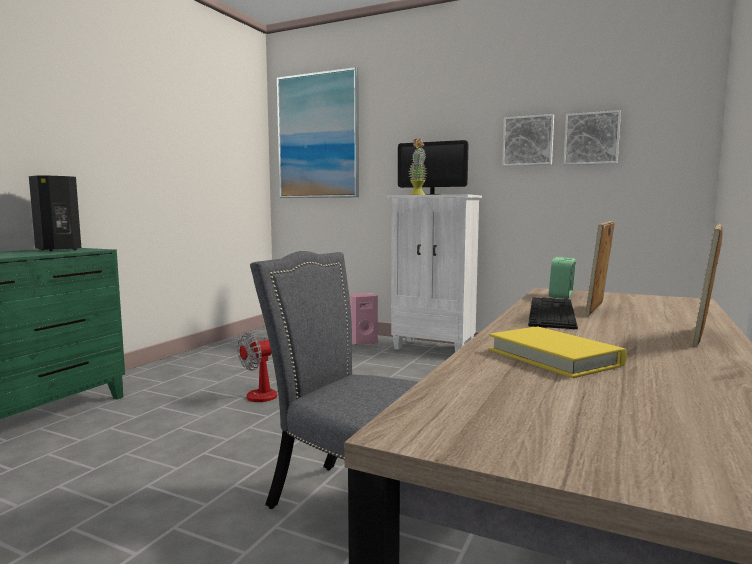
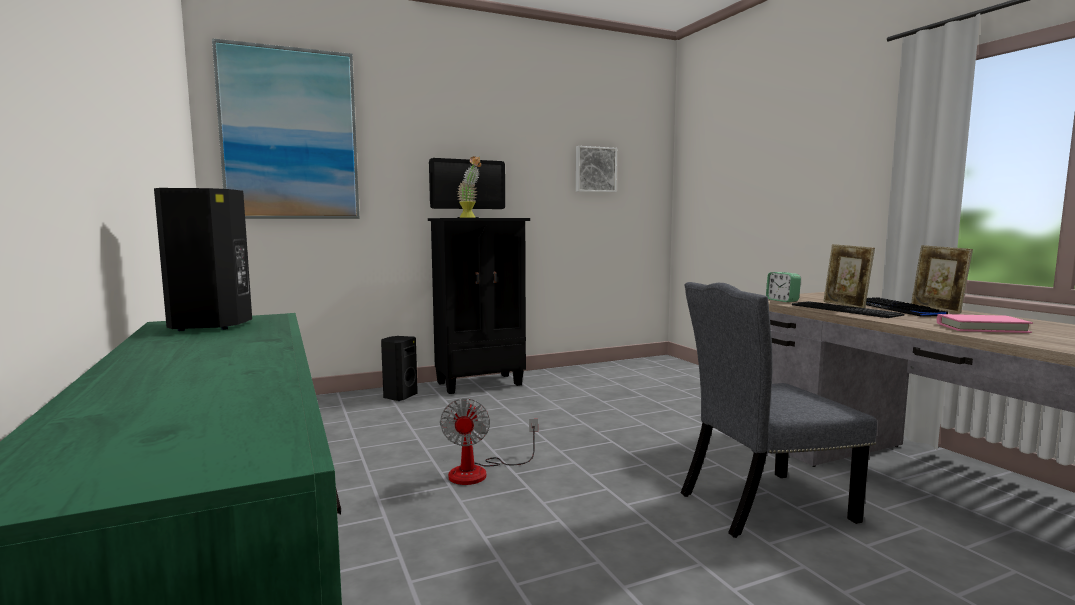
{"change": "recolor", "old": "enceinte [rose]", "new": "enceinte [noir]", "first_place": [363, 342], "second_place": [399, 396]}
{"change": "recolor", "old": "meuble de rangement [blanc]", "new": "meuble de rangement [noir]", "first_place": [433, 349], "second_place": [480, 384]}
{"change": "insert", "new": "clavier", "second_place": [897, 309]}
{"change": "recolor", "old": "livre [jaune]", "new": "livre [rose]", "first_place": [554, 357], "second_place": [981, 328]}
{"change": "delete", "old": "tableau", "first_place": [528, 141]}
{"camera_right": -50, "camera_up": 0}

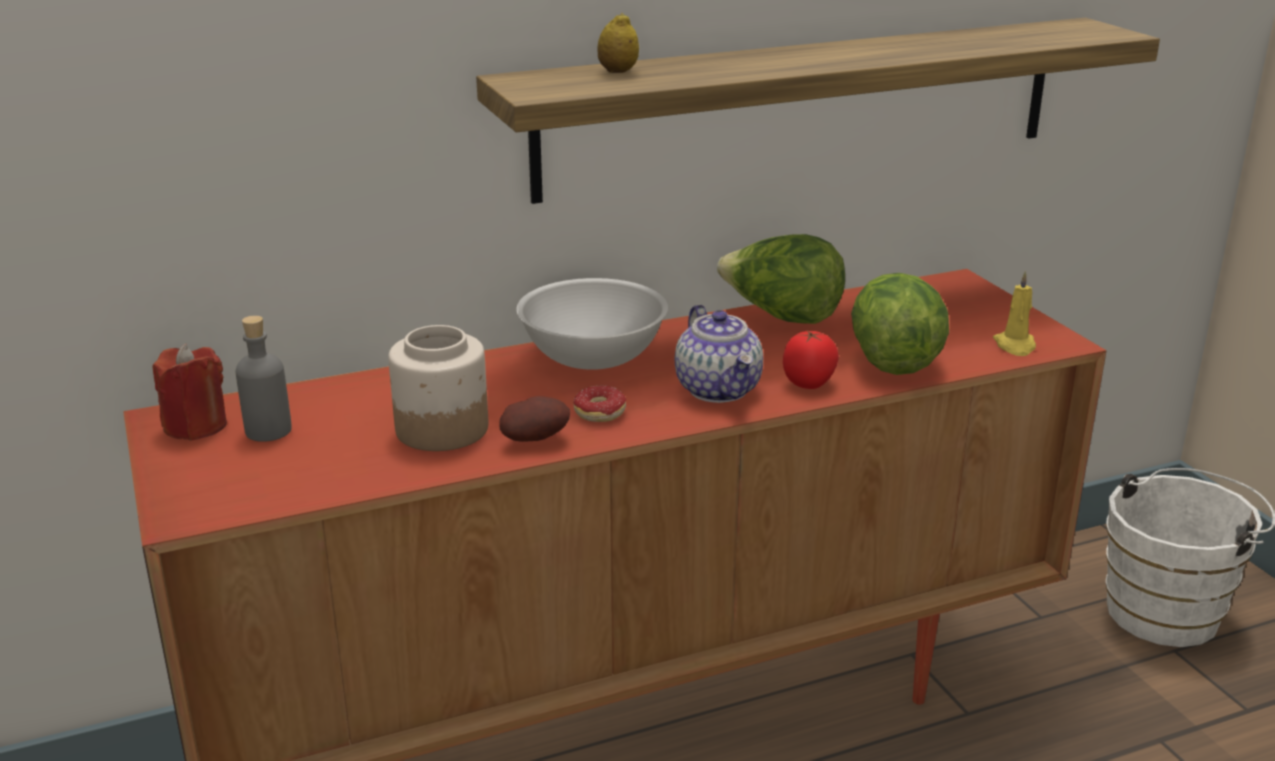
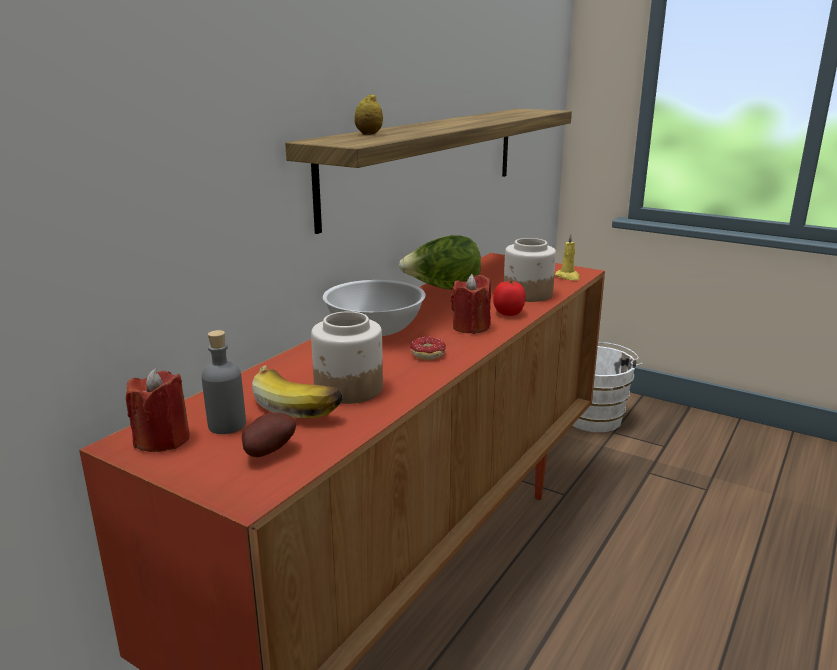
{"change": "move", "old": "pomme de terre", "first_place": [535, 439], "second_place": [267, 452]}
{"change": "insert", "new": "banane", "second_place": [299, 404]}
{"change": "replace", "old": "théière", "new": "bougie [rouge]", "first_place": [719, 390], "second_place": [471, 327]}
{"change": "replace", "old": "laitue", "new": "bocal", "first_place": [893, 359], "second_place": [527, 294]}
{"camera_right": -35, "camera_up": -5}

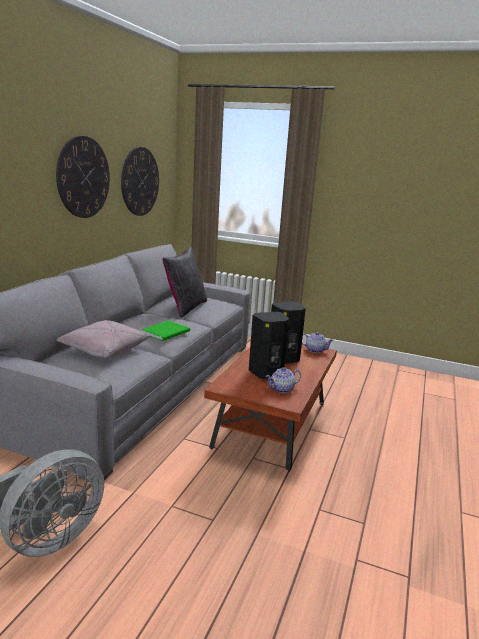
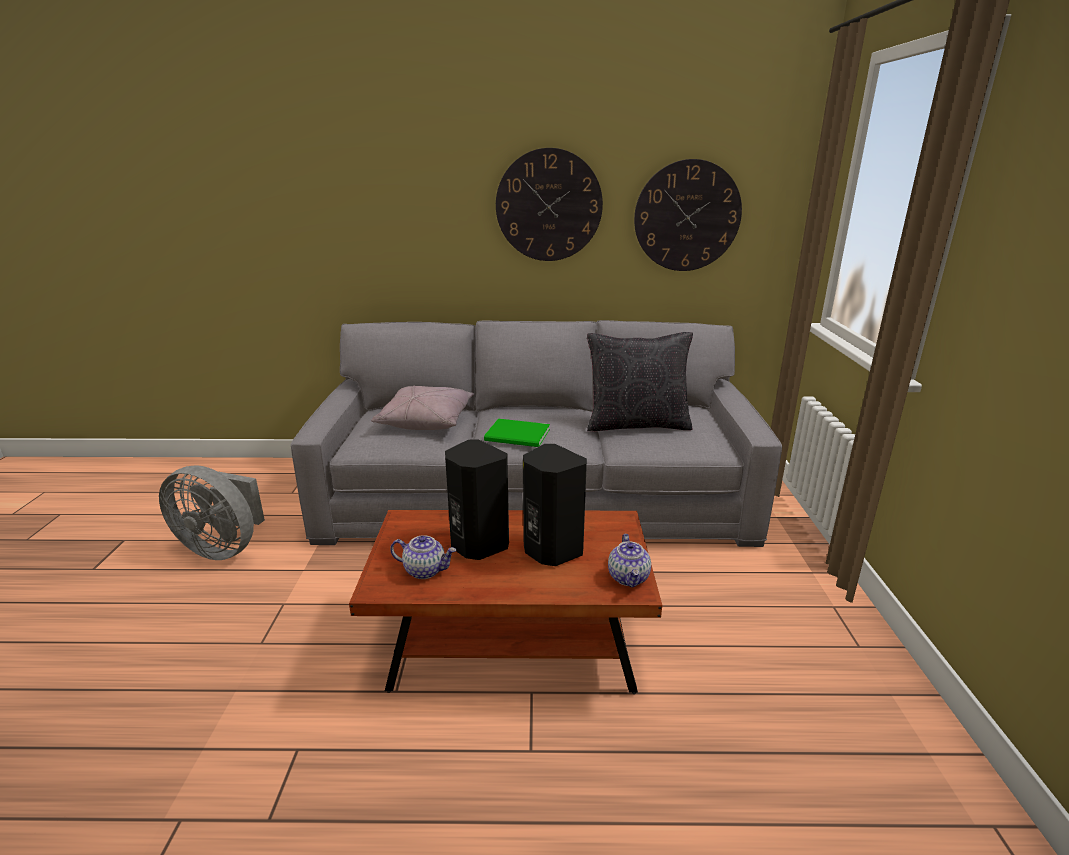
{"change": "rotate", "old": "théière", "first_place": [282, 389], "second_place": [425, 570], "degrees": 150}
{"camera_right": 70, "camera_up": 5}

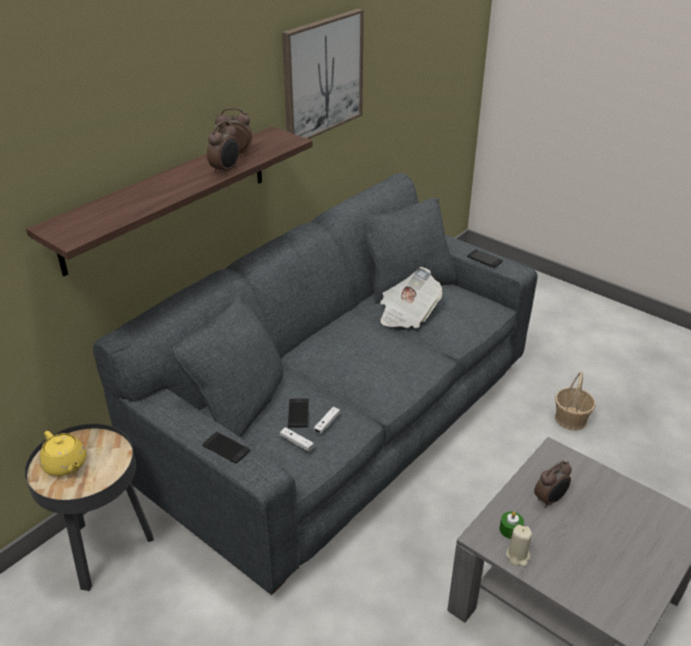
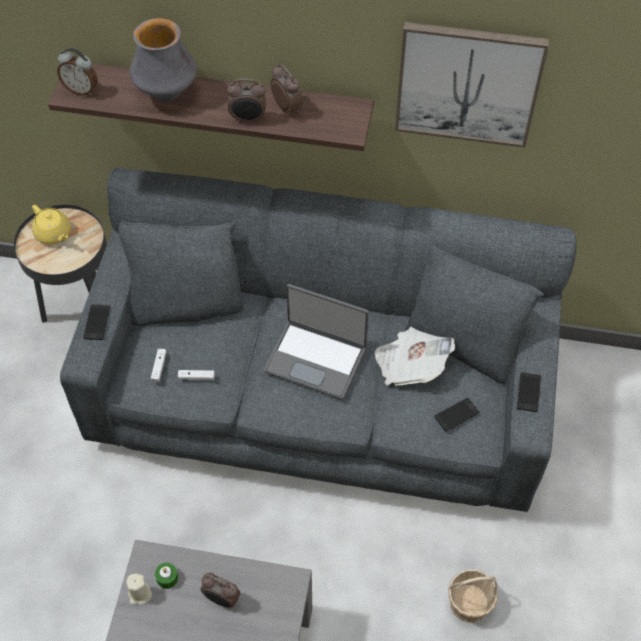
{"change": "rotate", "old": "théière [jaune]", "first_place": [66, 465], "second_place": [54, 234], "degrees": -60}
{"change": "insert", "new": "réveil", "second_place": [81, 89]}
{"change": "insert", "new": "vase", "second_place": [166, 94]}
{"change": "insert", "new": "ordinateur portable", "second_place": [316, 359]}
{"change": "move", "old": "téléphone", "first_place": [298, 413], "second_place": [456, 415]}
{"camera_right": 60, "camera_up": 20}

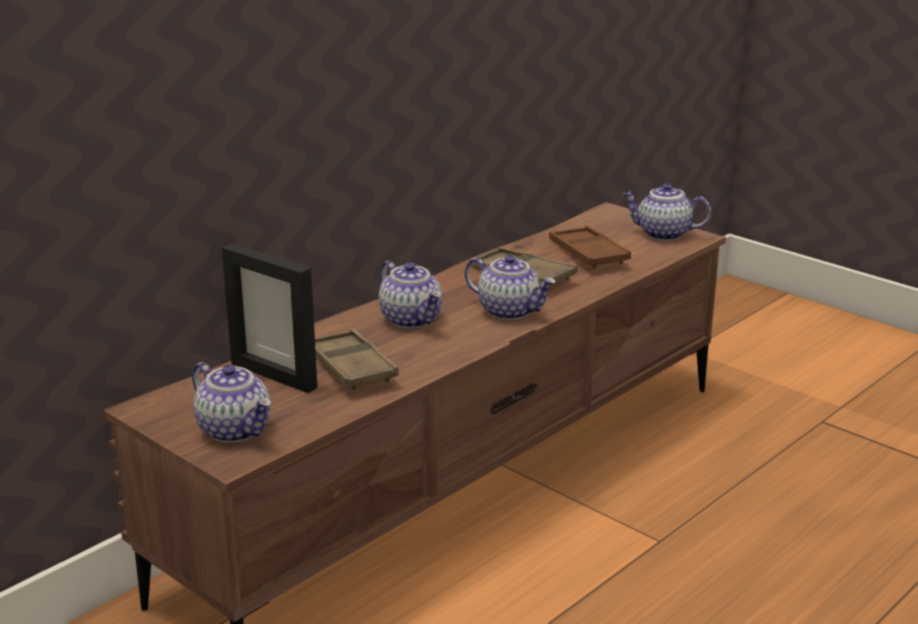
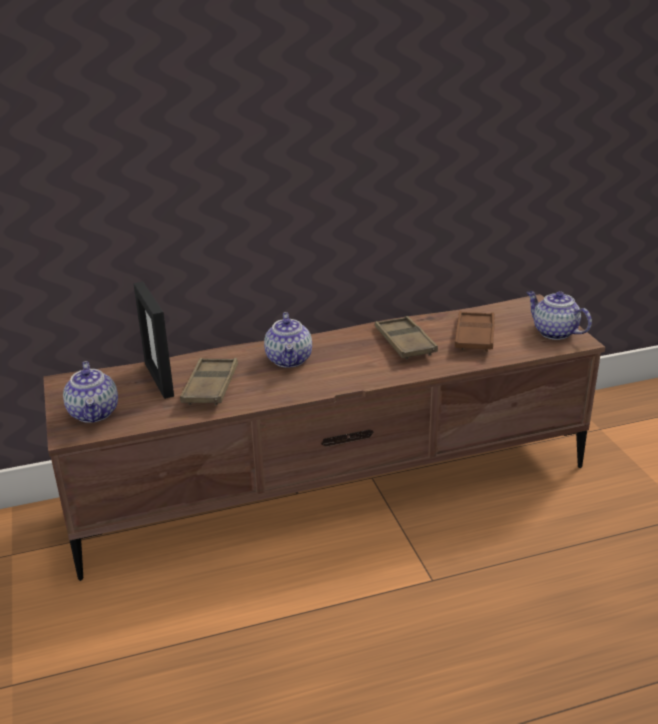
{"change": "delete", "old": "théière", "first_place": [509, 311]}
{"camera_right": 30, "camera_up": 5}

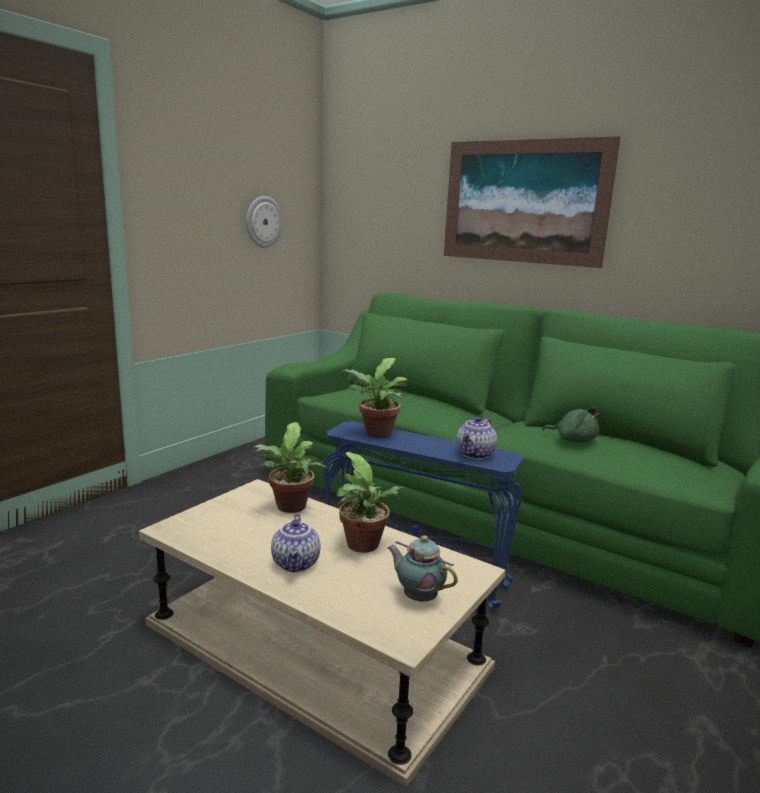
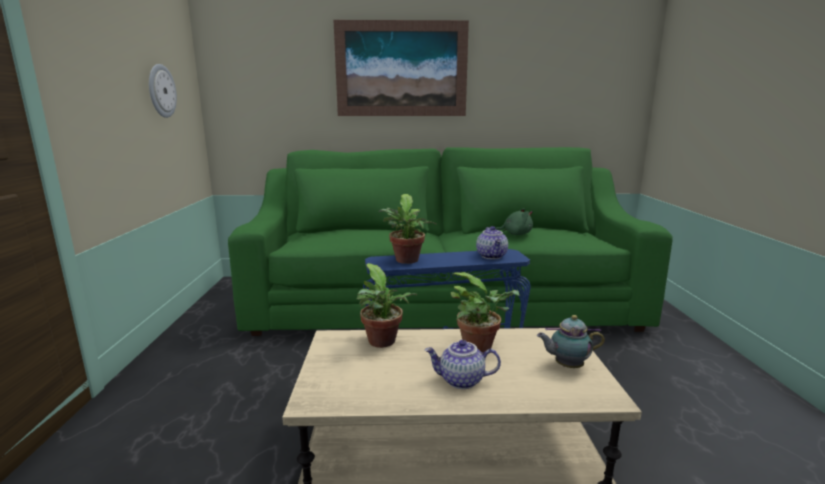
{"change": "rotate", "old": "théière", "first_place": [297, 564], "second_place": [461, 381], "degrees": 135}
{"camera_right": -35, "camera_up": 0}

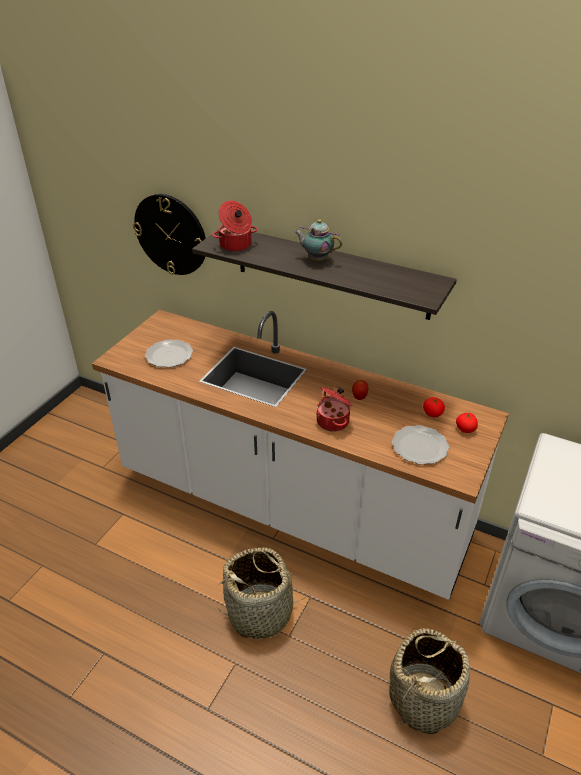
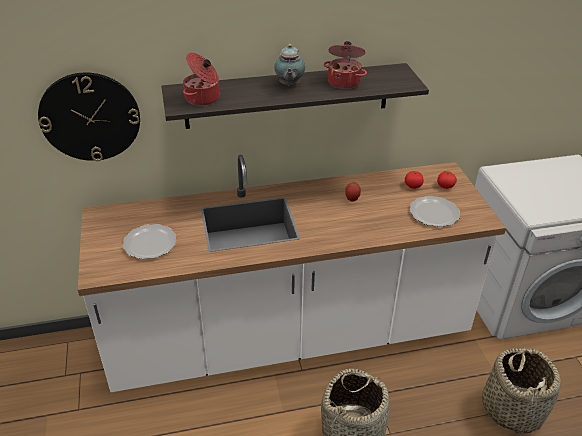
{"change": "rotate", "old": "théière", "first_place": [316, 259], "second_place": [289, 85], "degrees": -75}
{"change": "move", "old": "marmite", "first_place": [333, 421], "second_place": [344, 82]}
{"camera_right": -40, "camera_up": 0}

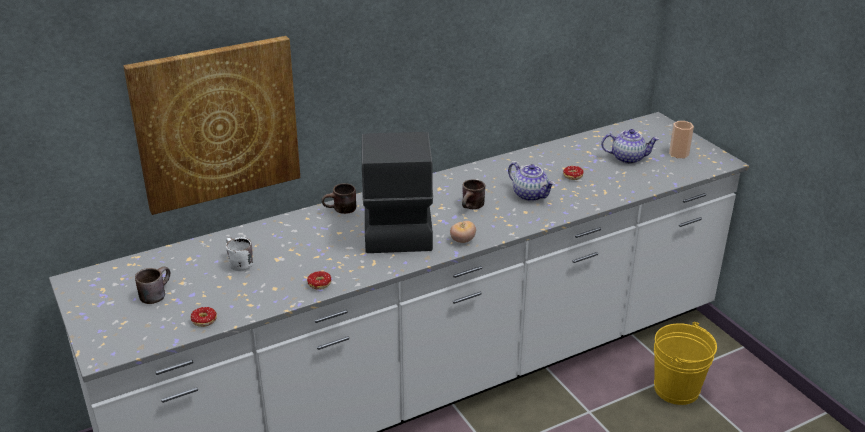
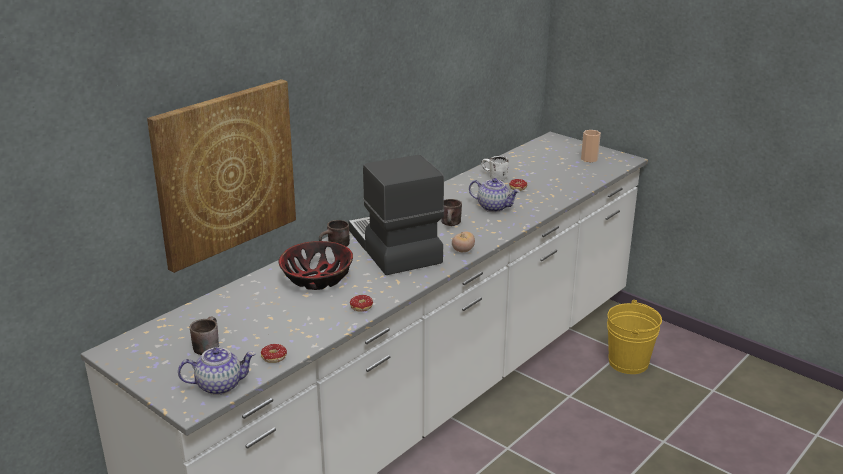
{"change": "move", "old": "théière", "first_place": [628, 158], "second_place": [220, 385]}
{"change": "insert", "new": "bol", "second_place": [317, 279]}
{"change": "move", "old": "mug [blanc]", "first_place": [237, 263], "second_place": [493, 177]}
{"camera_right": -20, "camera_up": -5}

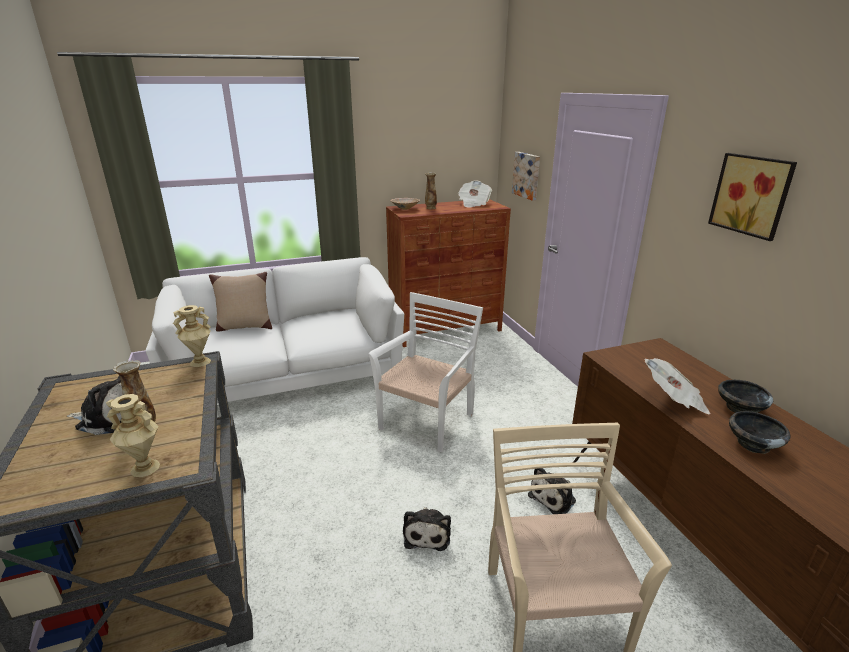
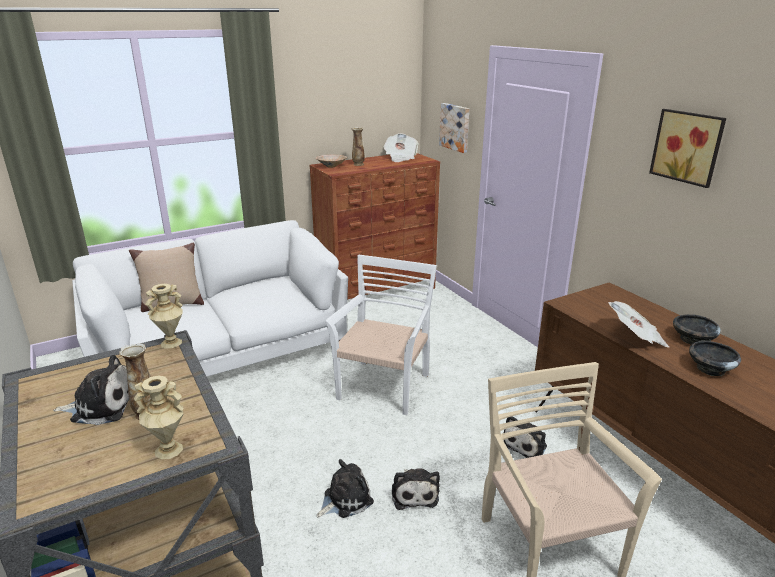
{"change": "insert", "new": "peluche", "second_place": [345, 499]}
{"camera_right": -10, "camera_up": 0}

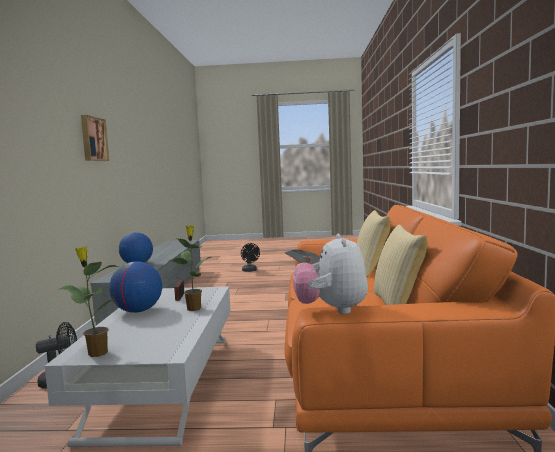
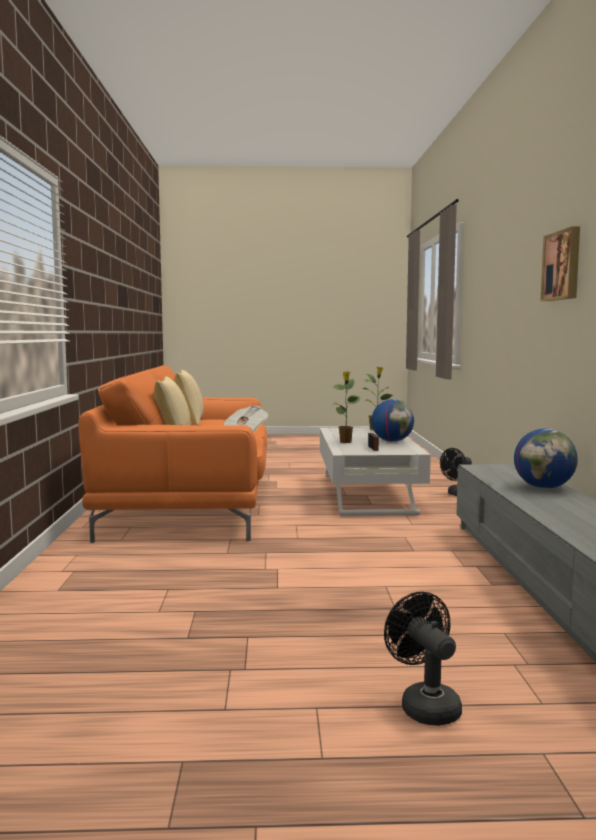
{"change": "delete", "old": "peluche", "first_place": [332, 310]}
{"camera_right": 175, "camera_up": 0}

